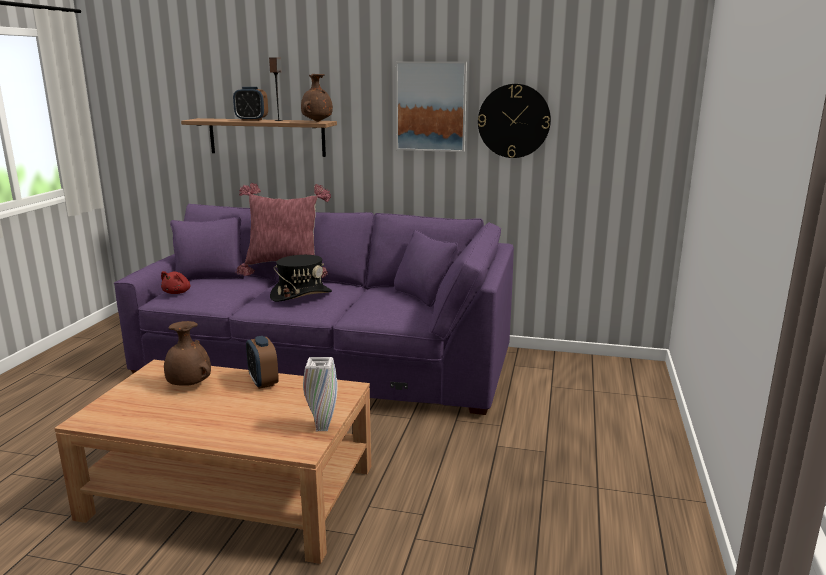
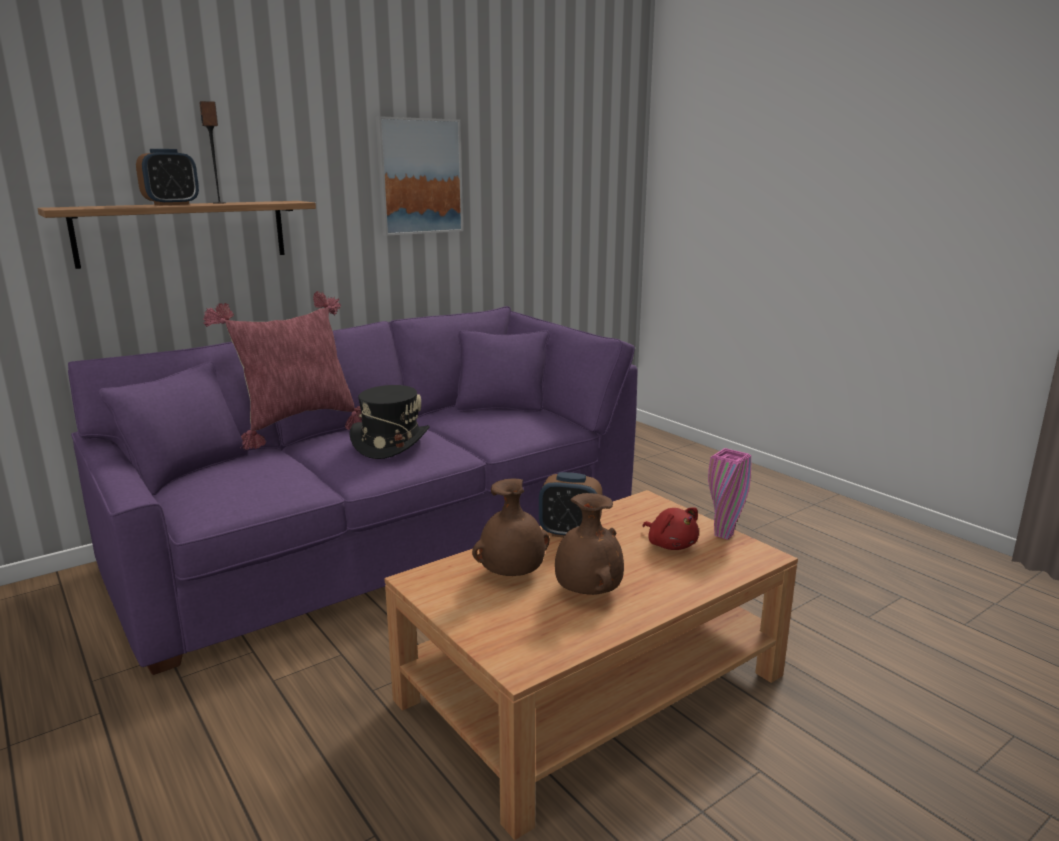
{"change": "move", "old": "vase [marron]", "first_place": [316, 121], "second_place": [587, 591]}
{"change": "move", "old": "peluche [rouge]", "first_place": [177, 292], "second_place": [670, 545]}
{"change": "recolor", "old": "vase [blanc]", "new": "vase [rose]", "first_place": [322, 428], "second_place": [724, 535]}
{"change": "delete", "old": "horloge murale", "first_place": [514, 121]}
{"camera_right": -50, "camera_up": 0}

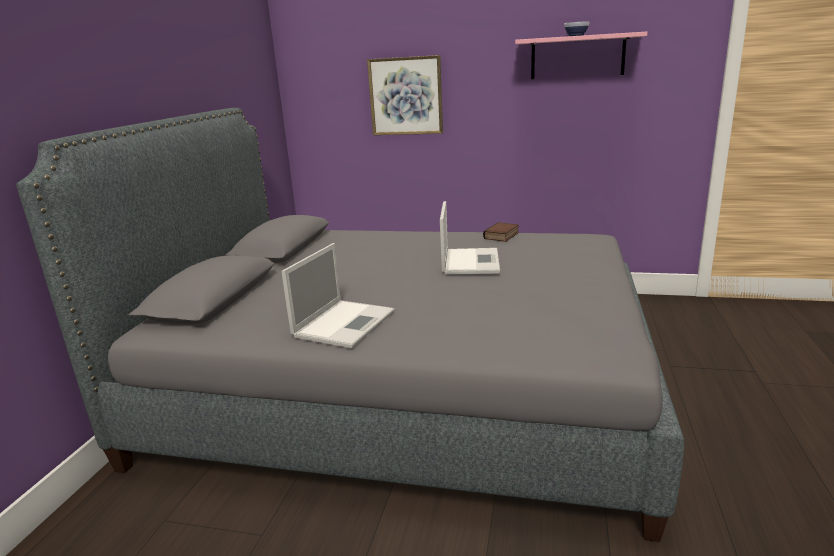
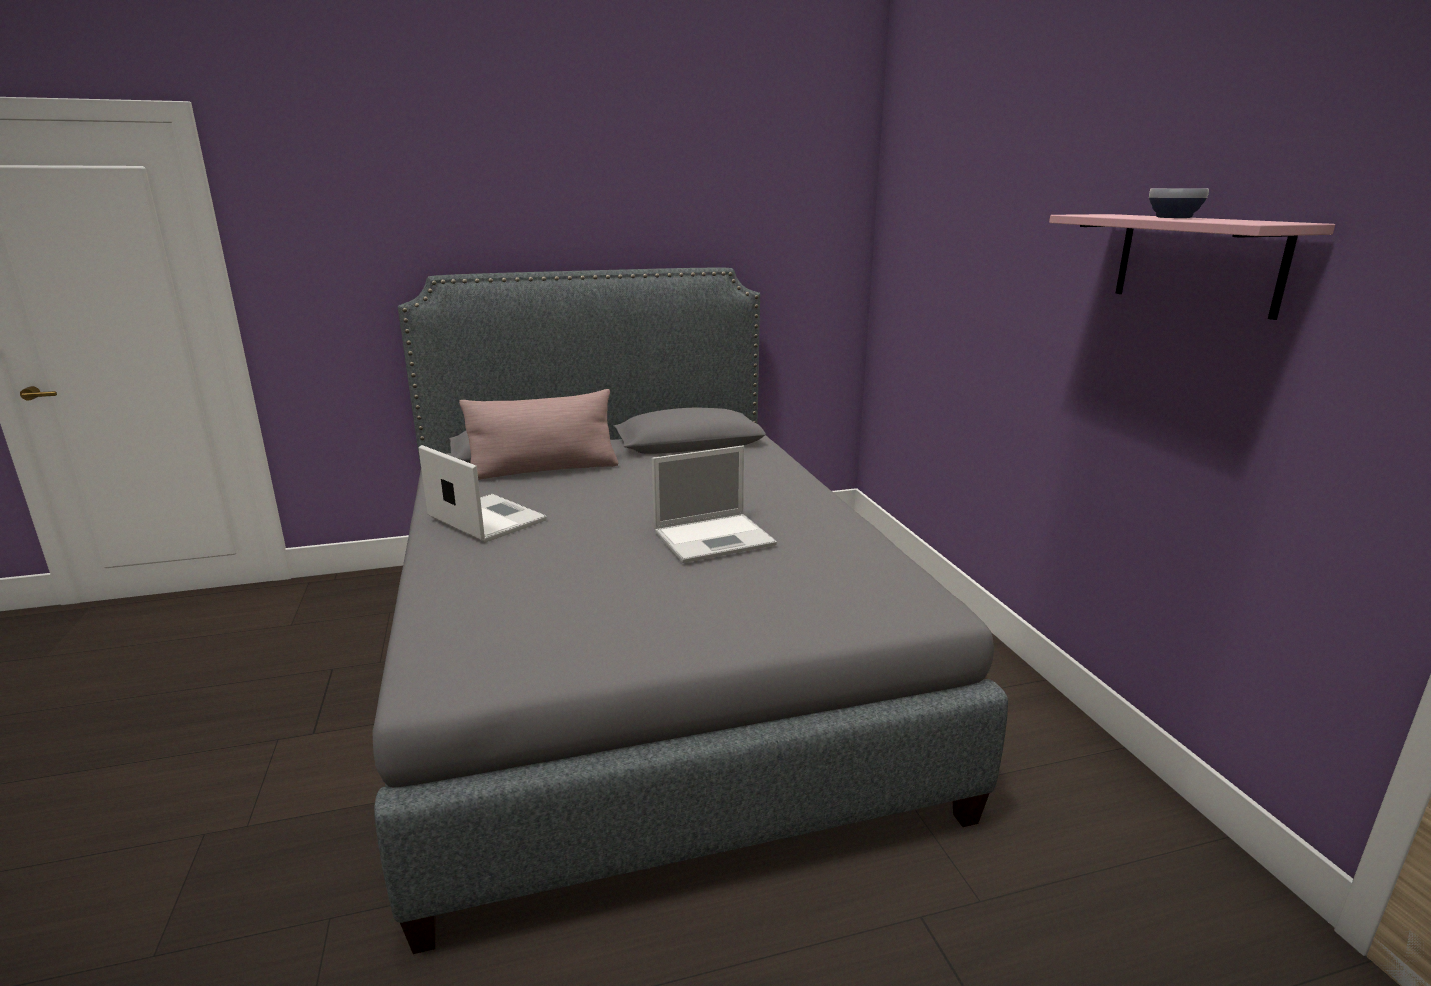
{"change": "rotate", "old": "ordinateur portable", "first_place": [345, 323], "second_place": [485, 519], "degrees": -135}
{"change": "insert", "new": "coussin [rose]", "second_place": [544, 470]}
{"change": "delete", "old": "tableau", "first_place": [406, 96]}
{"change": "delete", "old": "livre", "first_place": [502, 236]}
{"camera_right": 60, "camera_up": 0}

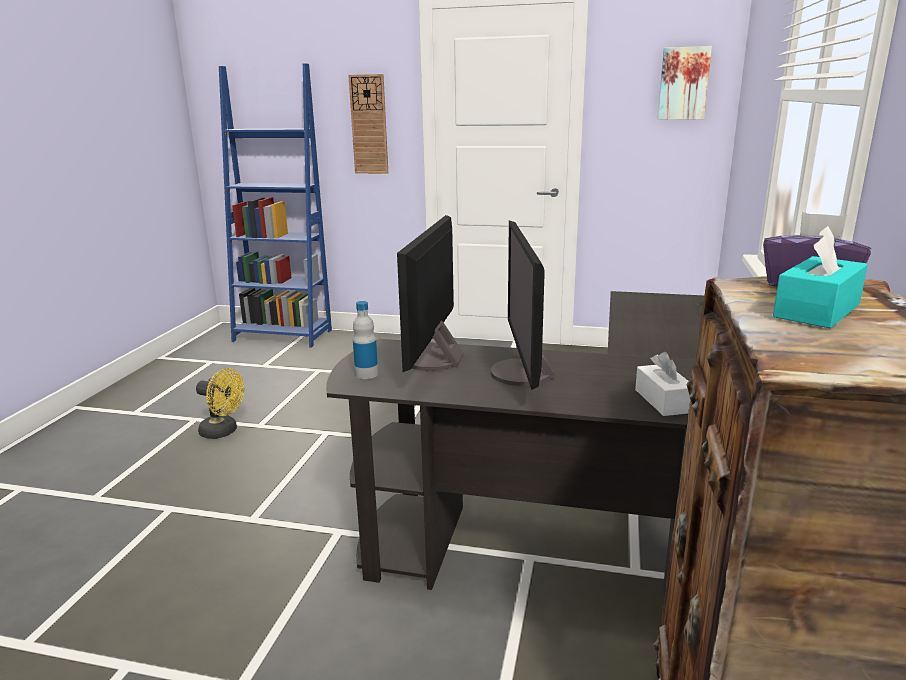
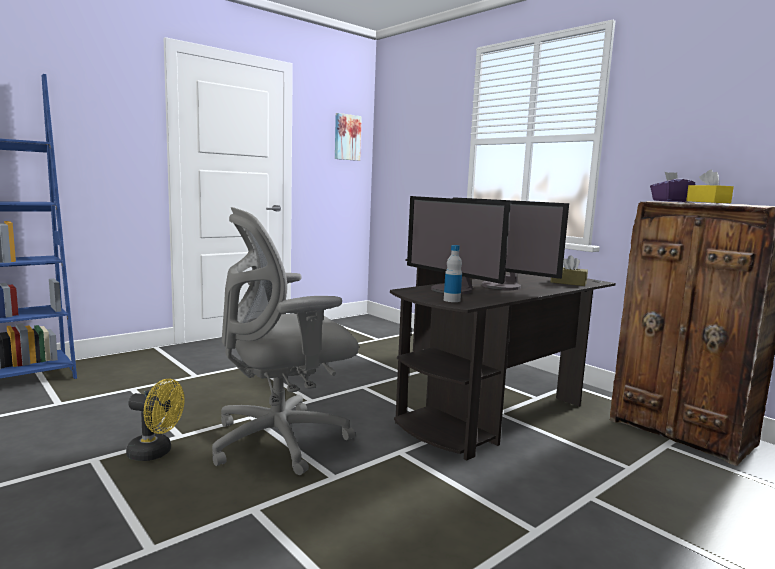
{"change": "rotate", "old": "ventilateur [jaune]", "first_place": [223, 432], "second_place": [156, 453], "degrees": 45}
{"change": "insert", "new": "chaise de bureau [gris]", "second_place": [287, 437]}
{"change": "recolor", "old": "boîte à mouchoirs [blanc]", "new": "boîte à mouchoirs [marron]", "first_place": [663, 401], "second_place": [568, 283]}
{"change": "recolor", "old": "boîte à mouchoirs [turquoise]", "new": "boîte à mouchoirs [jaune]", "first_place": [817, 310], "second_place": [708, 202]}
{"change": "delete", "old": "horloge murale", "first_place": [369, 125]}
{"camera_right": -55, "camera_up": -10}

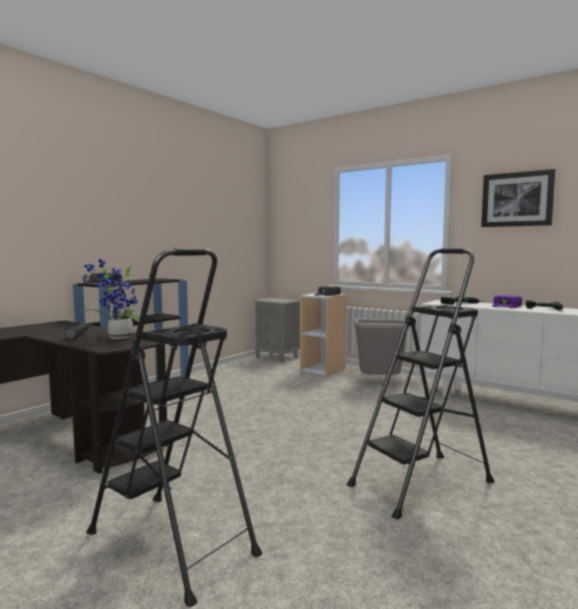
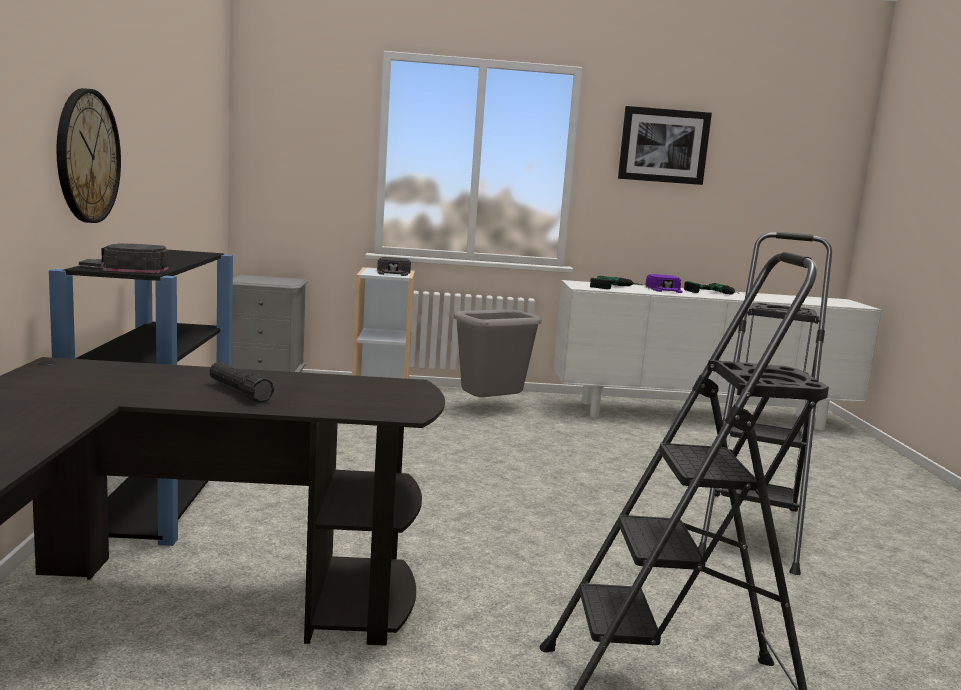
{"change": "insert", "new": "horloge murale", "second_place": [87, 156]}
{"change": "delete", "old": "plante en pot", "first_place": [117, 338]}
{"camera_right": -40, "camera_up": 5}

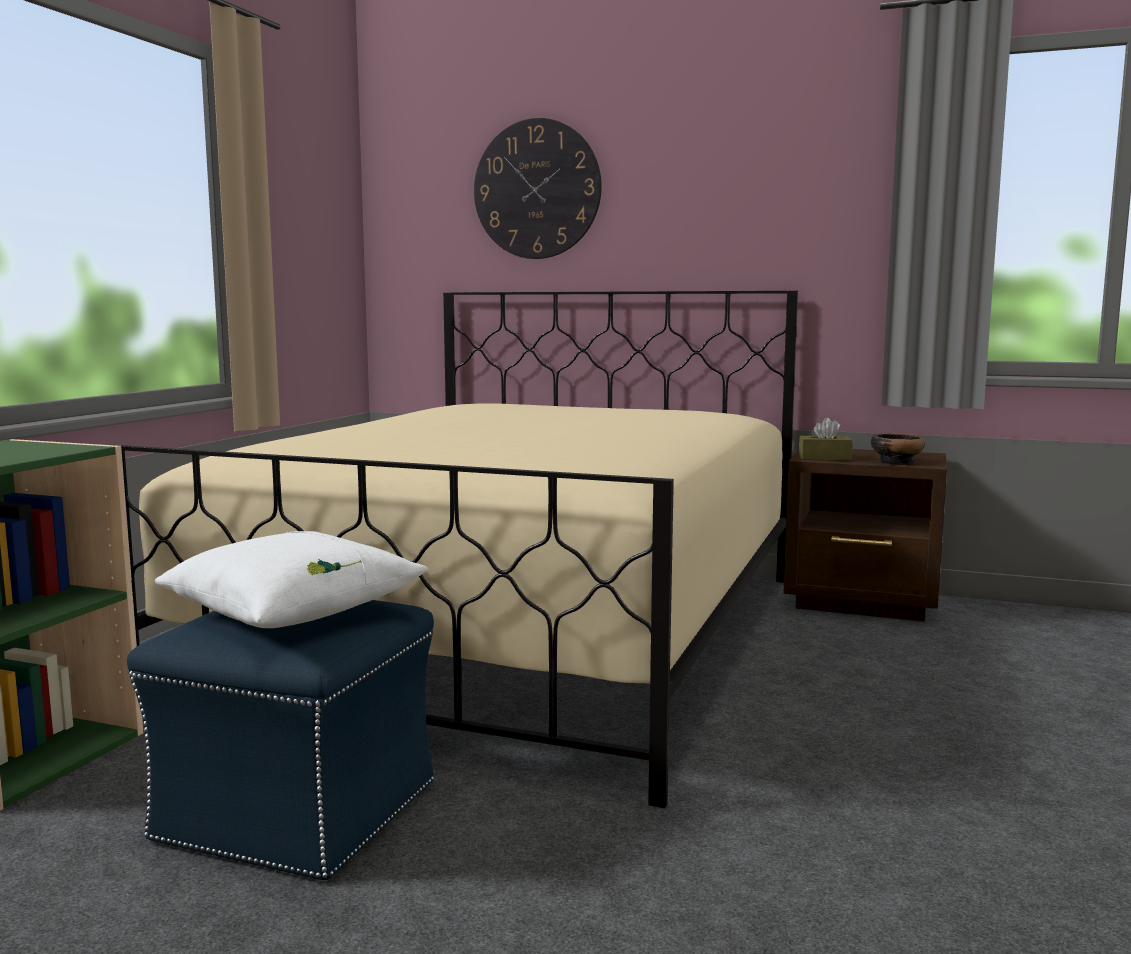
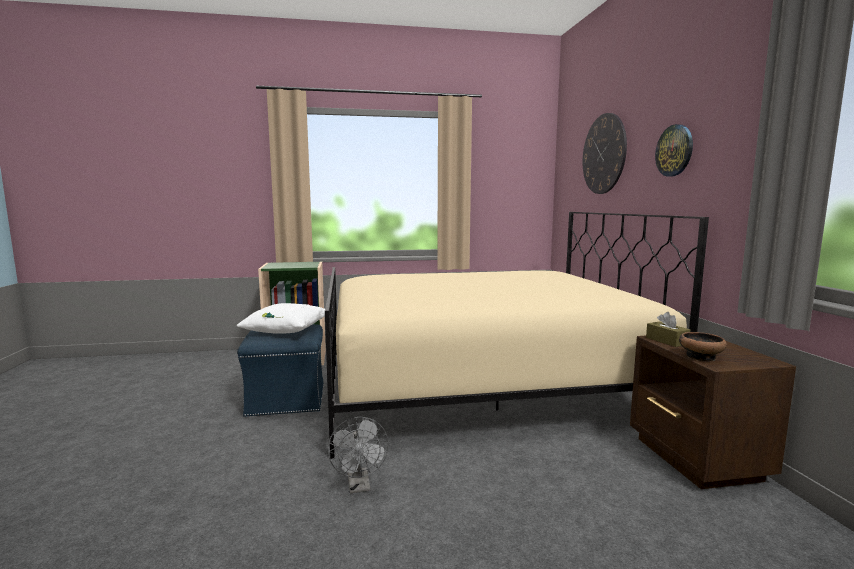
{"change": "insert", "new": "ventilateur [gris]", "second_place": [359, 486]}
{"change": "insert", "new": "horloge murale", "second_place": [674, 150]}
{"camera_right": 60, "camera_up": 0}

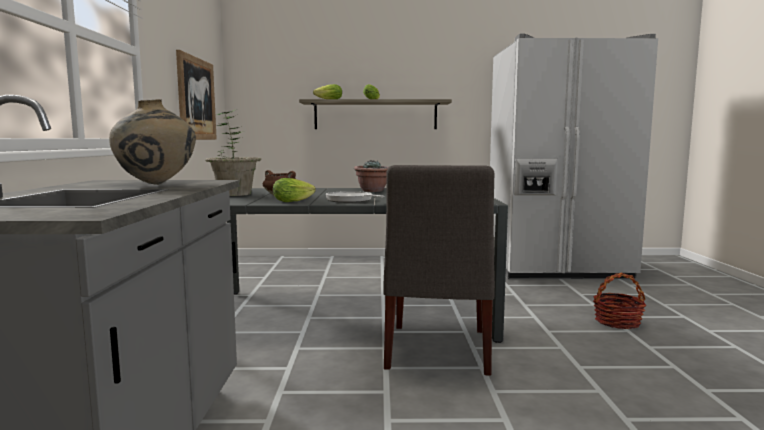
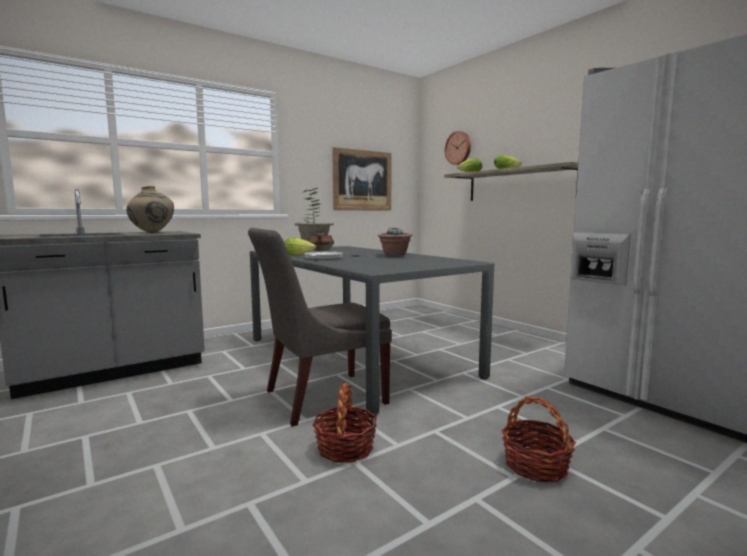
{"change": "insert", "new": "panier", "second_place": [345, 448]}
{"change": "insert", "new": "horloge murale", "second_place": [458, 148]}
{"camera_right": 55, "camera_up": 0}

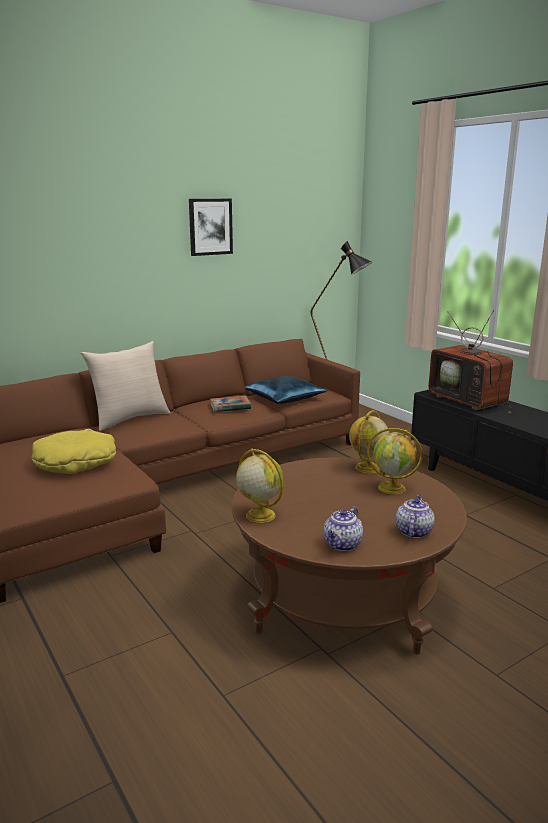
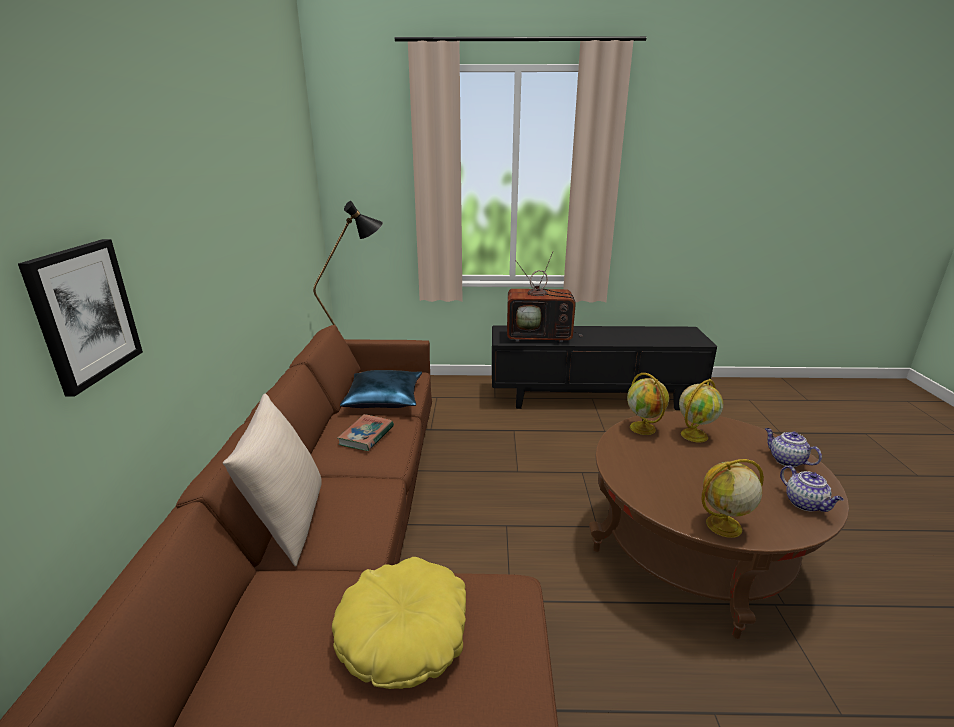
{"change": "move", "old": "tableau", "first_place": [210, 226], "second_place": [84, 314]}
{"camera_right": -55, "camera_up": 5}

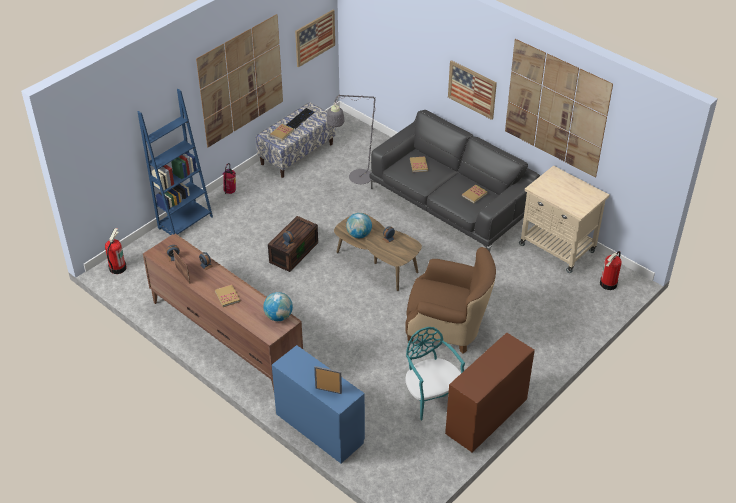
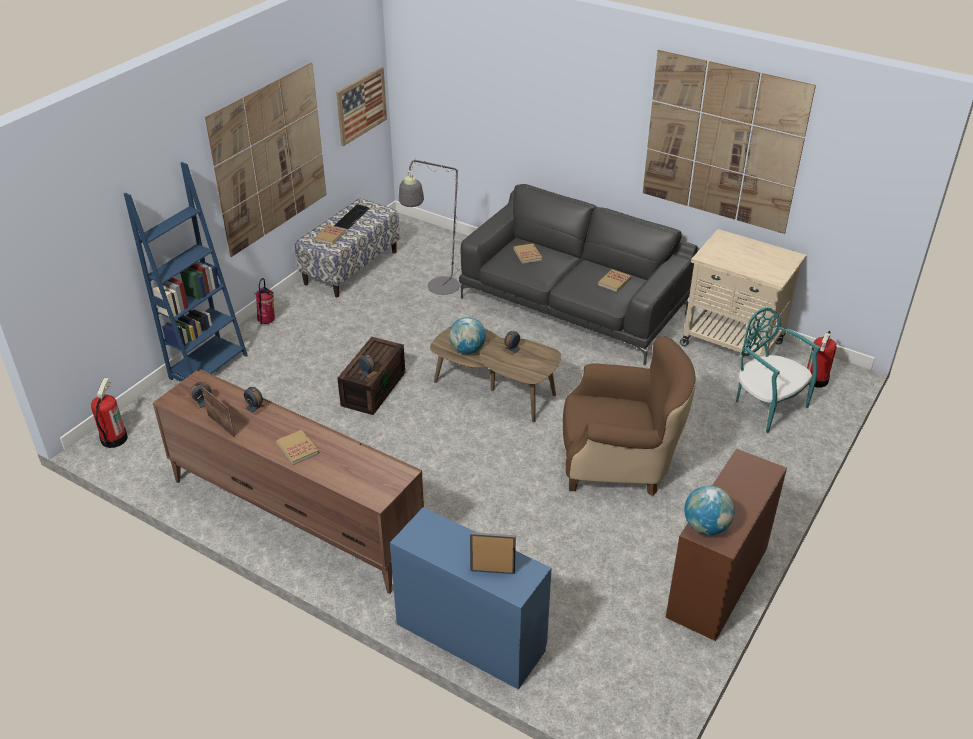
{"change": "move", "old": "globe", "first_place": [278, 316], "second_place": [706, 527]}
{"change": "move", "old": "chaise [turquoise]", "first_place": [431, 396], "second_place": [767, 406]}
{"change": "delete", "old": "tableau", "first_place": [472, 89]}
{"camera_right": -10, "camera_up": -5}

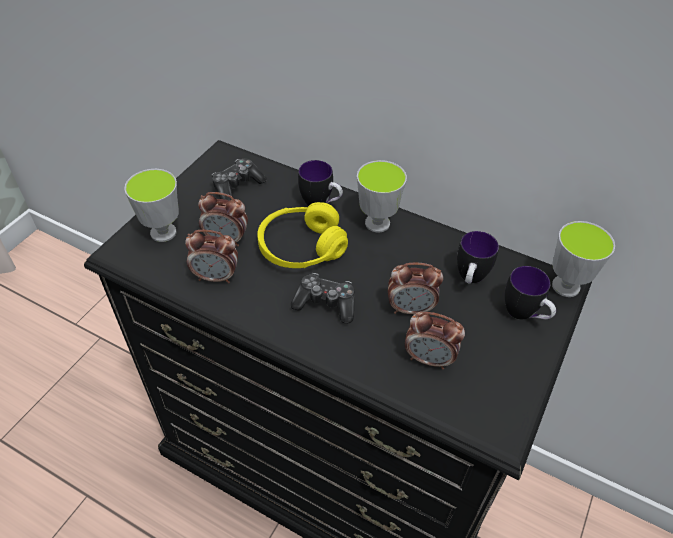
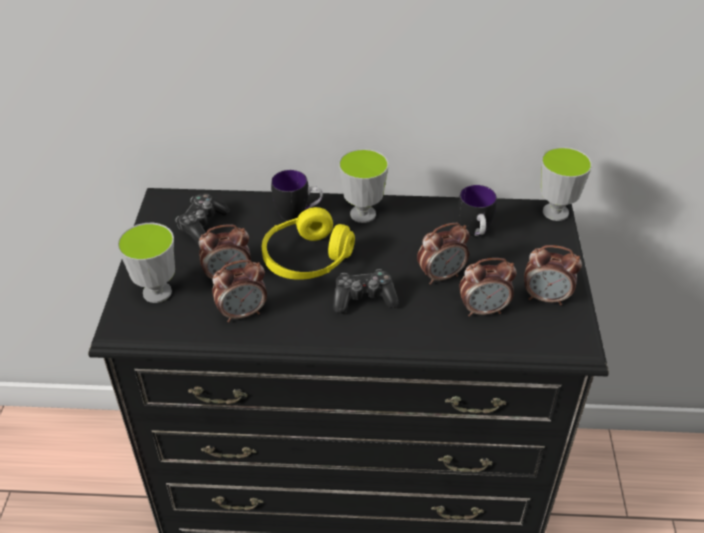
{"change": "insert", "new": "réveil", "second_place": [546, 298]}
{"change": "delete", "old": "mug", "first_place": [524, 315]}
{"camera_right": -25, "camera_up": -5}

